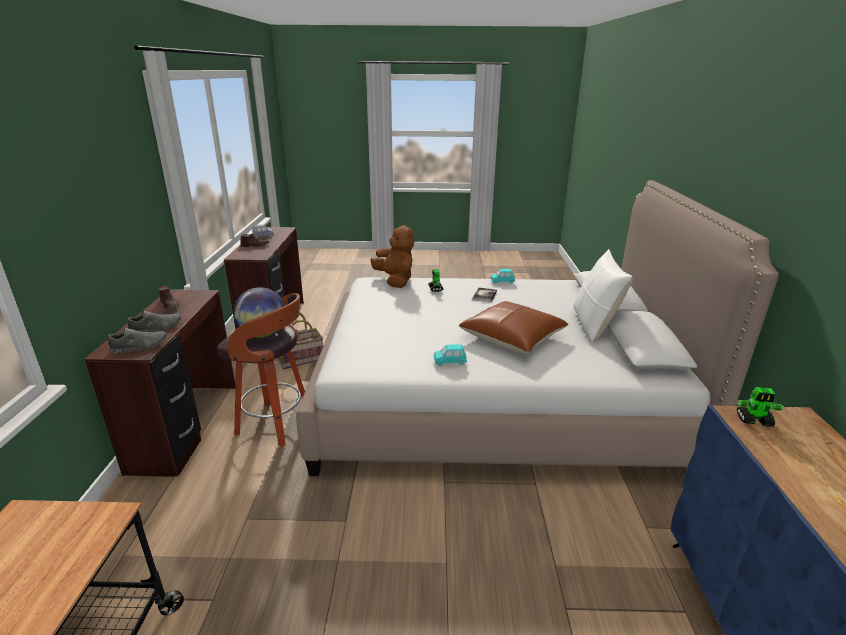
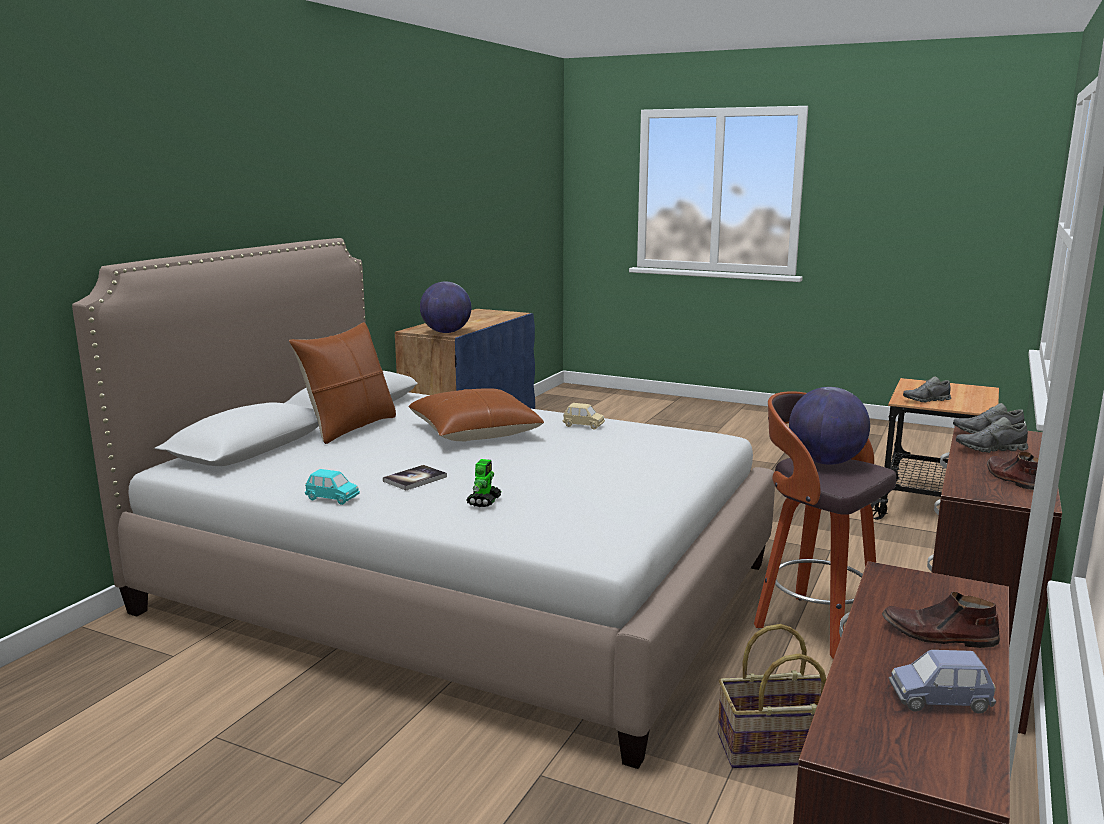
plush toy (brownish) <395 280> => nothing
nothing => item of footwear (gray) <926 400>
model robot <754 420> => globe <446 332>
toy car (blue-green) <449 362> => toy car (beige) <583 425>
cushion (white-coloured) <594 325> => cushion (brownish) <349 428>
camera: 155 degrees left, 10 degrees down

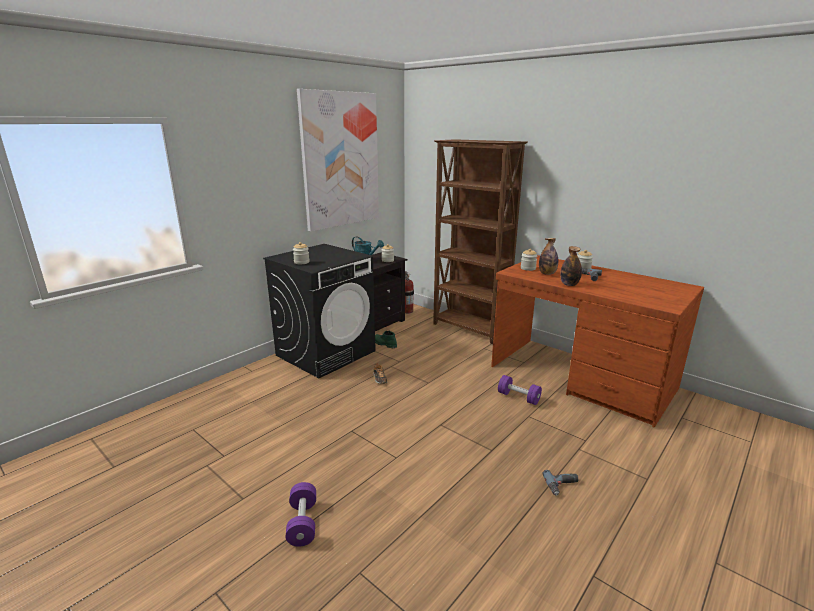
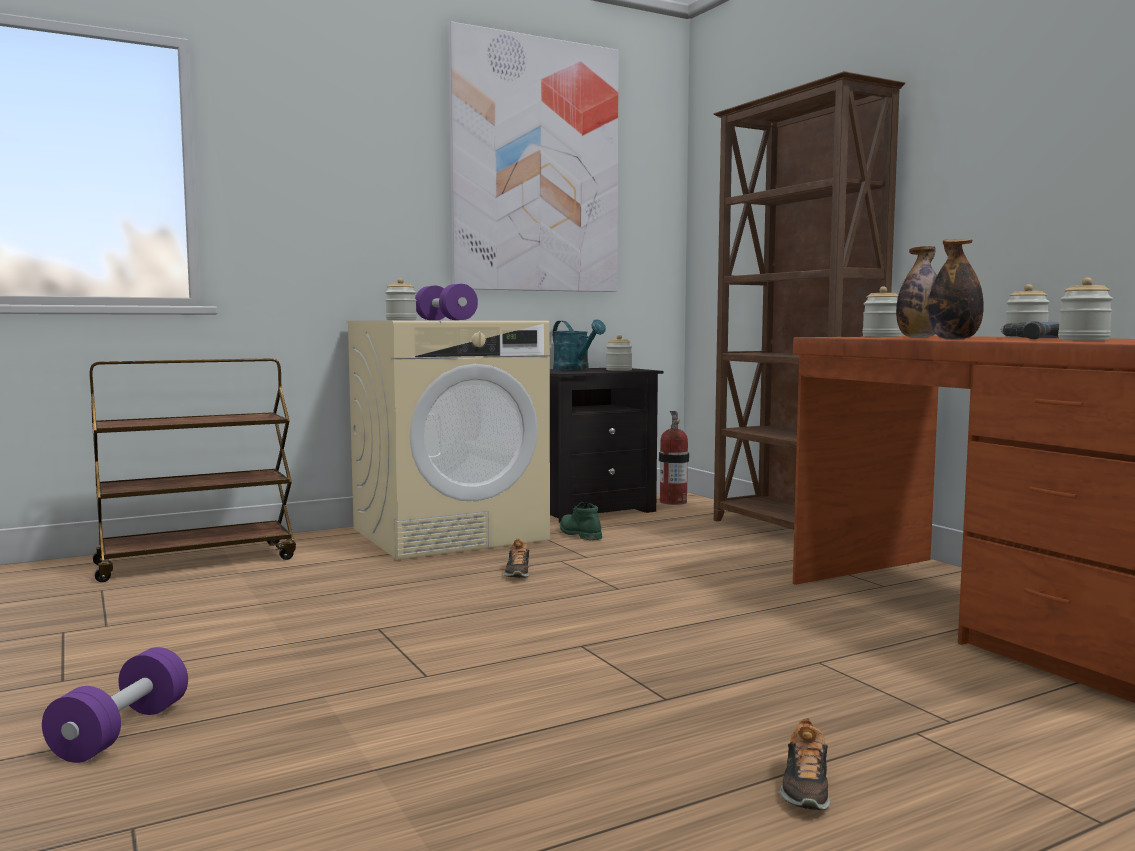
nothing => trolley (brownish) <198 561>
nothing => storage jar <1083 340>
free weight (purplish) <518 397> => free weight (purplish) <445 320>, relocated
electric drill <562 486> => item of footwear <805 788>
washing machine (black-coloured) <326 353> => washing machine (beige) <449 534>
camera: 20 degrees right, 15 degrees down

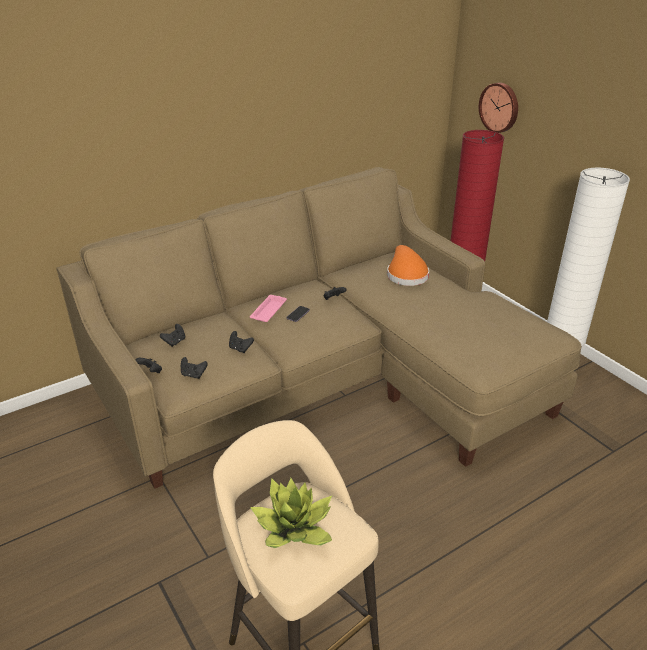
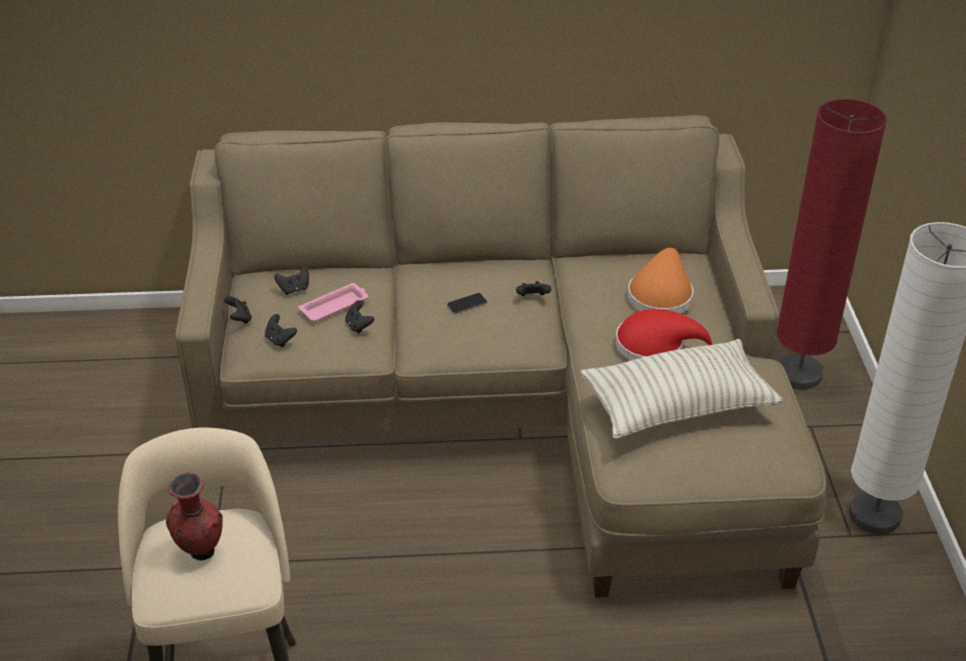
wall clock <500 107> => nothing
nothing => cushion <677 406>
nothing => hat (red) <656 346>
carrying tray (pinkish) <269 310> => carrying tray (pinkish) <335 306>, relocated
plant in a pot <294 527> => vase (red) <200 553>
camera: 30 degrees right, 5 degrees up

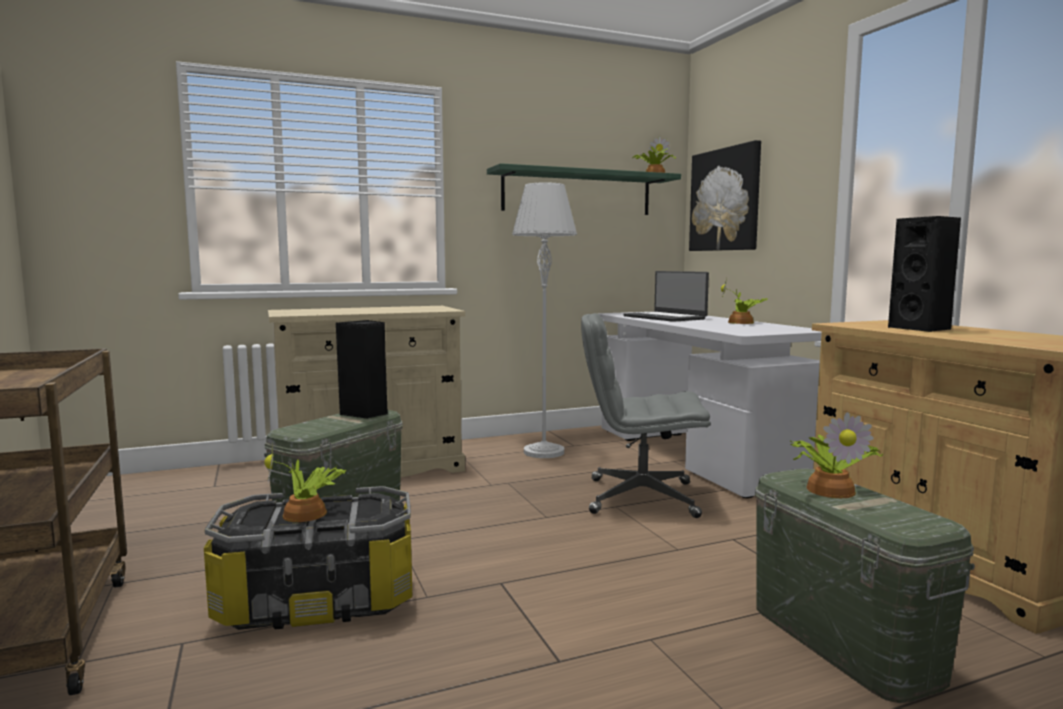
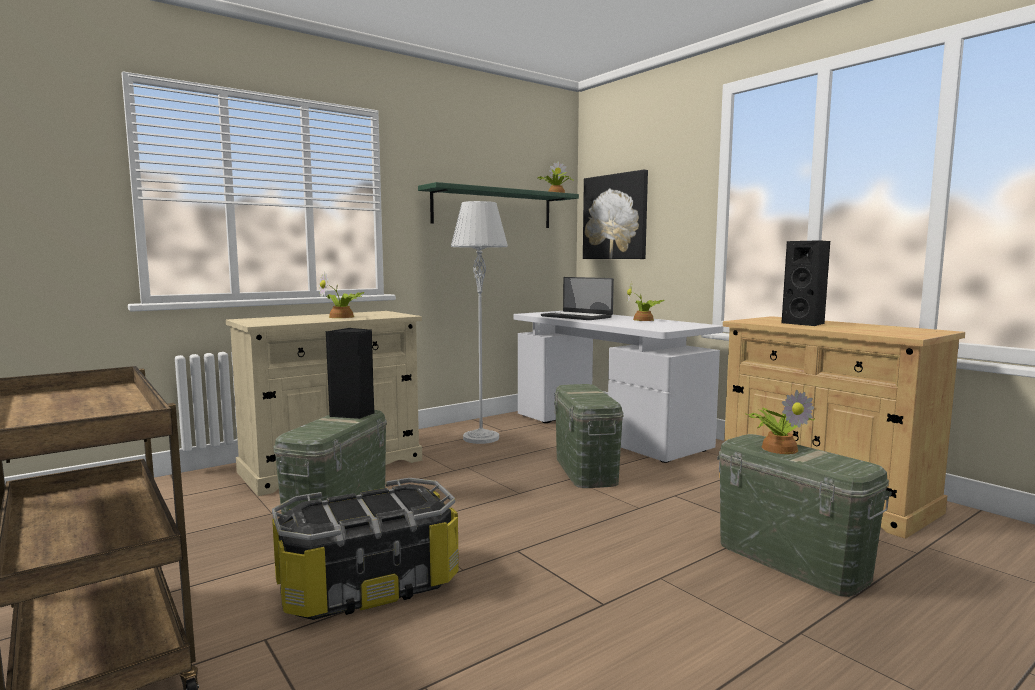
plant in a pot <307 514> => plant in a pot <343 317>, relocated
computer chair (gray) <640 498> => storage box (green-coloured) <585 470>
camera: 15 degrees left, 0 degrees up

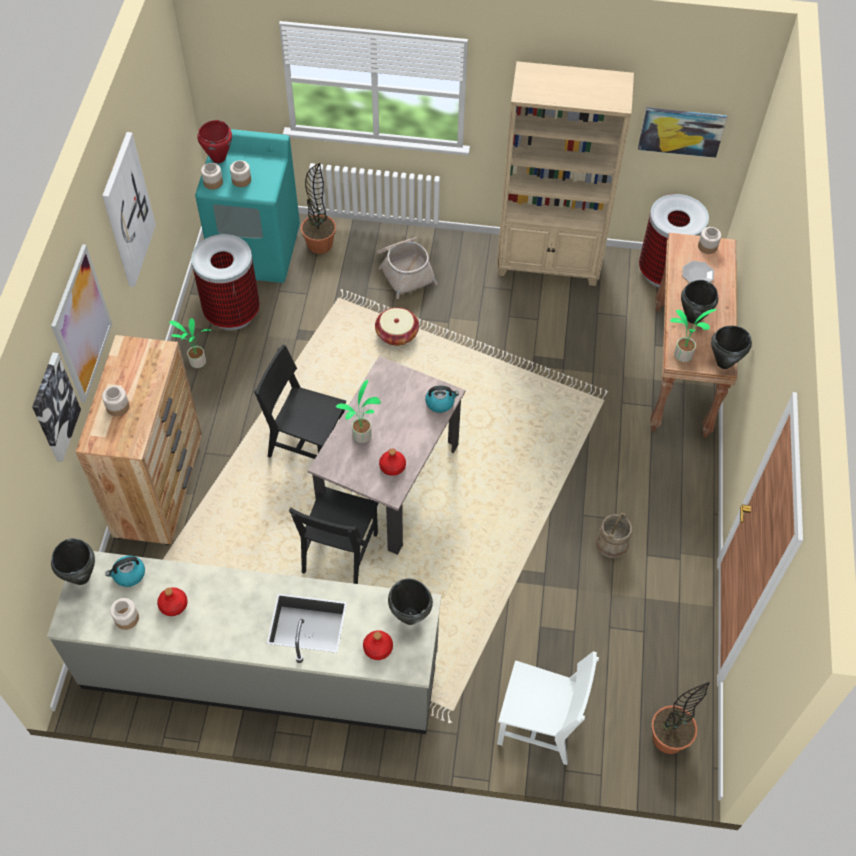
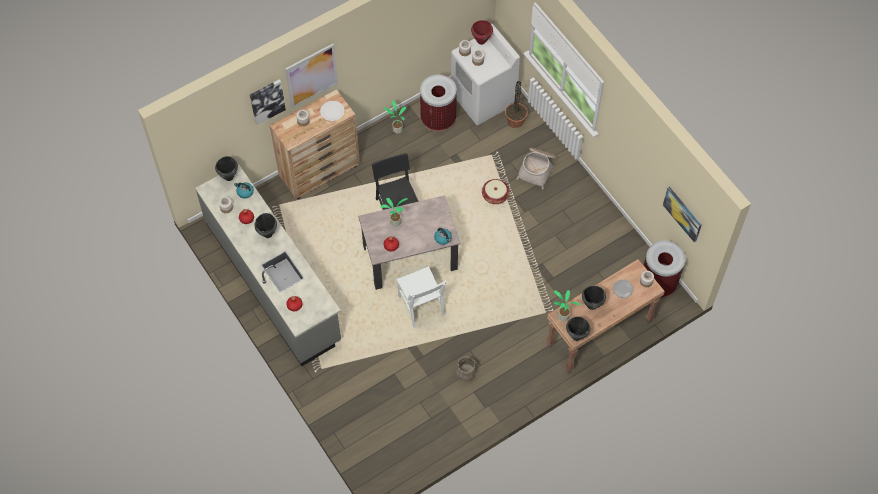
wall art <127 210> => nothing
upright chair (black-coloured) <340 553> => nothing
bookcase (beige) <549 263> => nothing
plant in a pot <668 738> => nothing
nothing => dinner plate (white-coloured) <332 111>
saucepot (black-coloured) <410 616> => saucepot (black-coloured) <268 234>, relocated
upright chair (white-coloured) <539 726> => upright chair (white-coloured) <421 306>, relocated
washing machine (blue-green) <257 251> => washing machine (white-coloured) <483 99>
camera: 50 degrees right, 5 degrees up

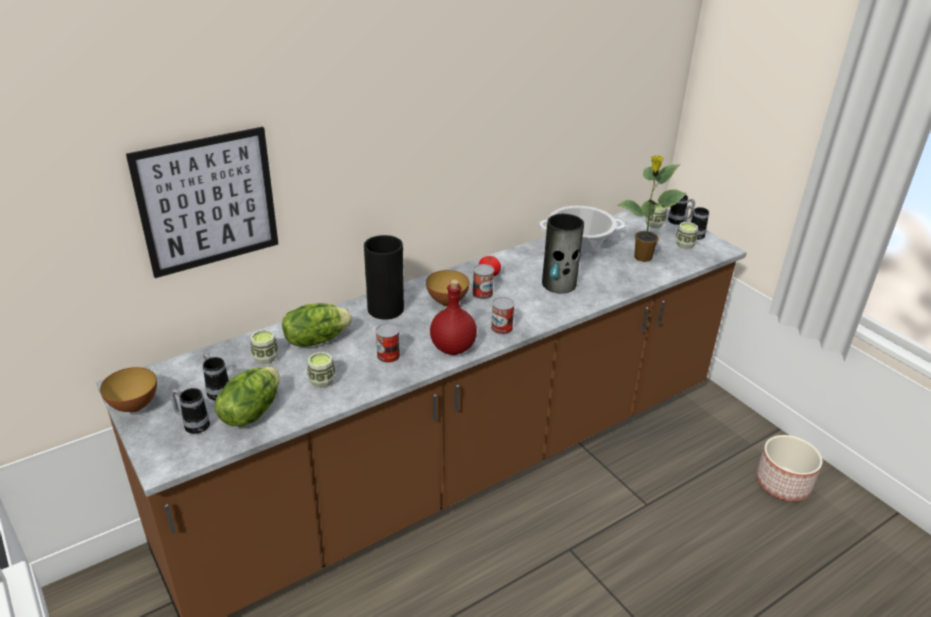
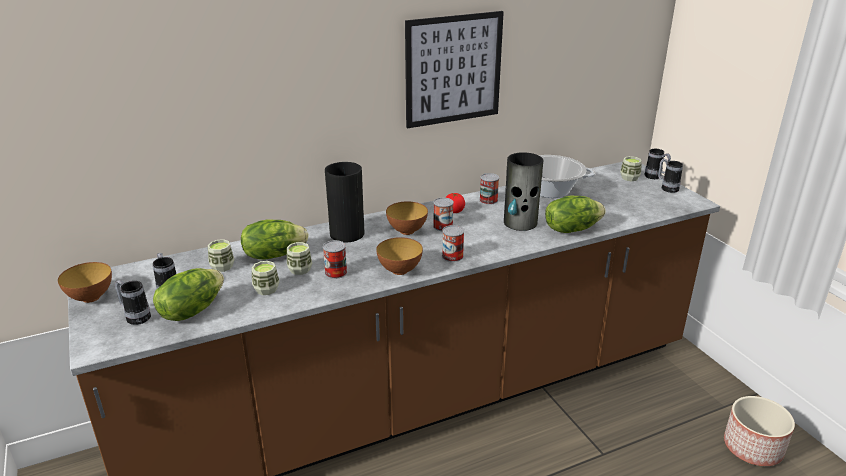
plant in a pot <642 257> => nothing
nothing => sealed can <488 200>
nothing => lettuce head <571 229>
wall art <207 202> => wall art <453 69>, relocated
drinking cup <684 245> => drinking cup <300 269>, relocated
beverage bottle (red) <453 348> => serving bowl <400 270>
camera: 10 degrees right, 5 degrees down

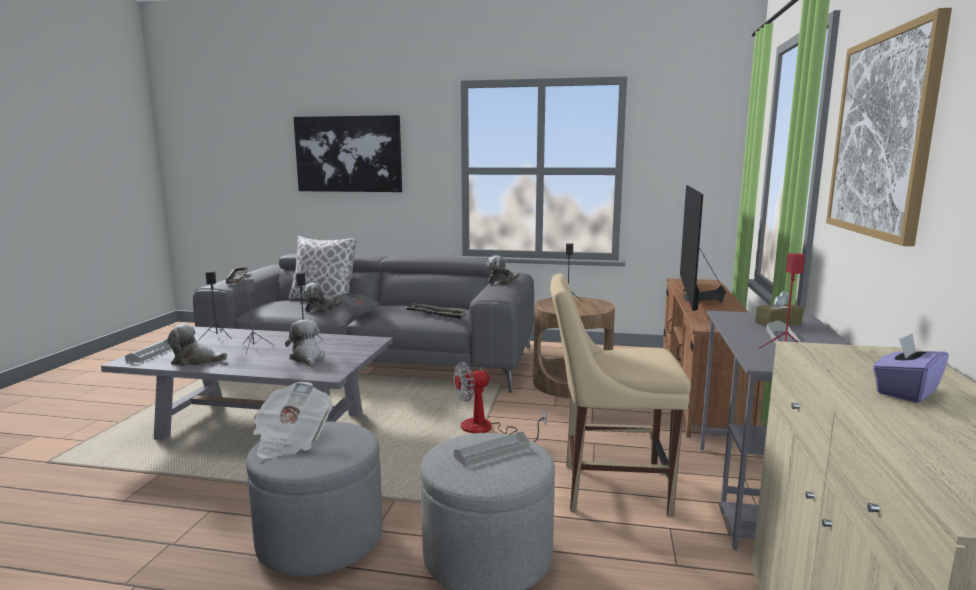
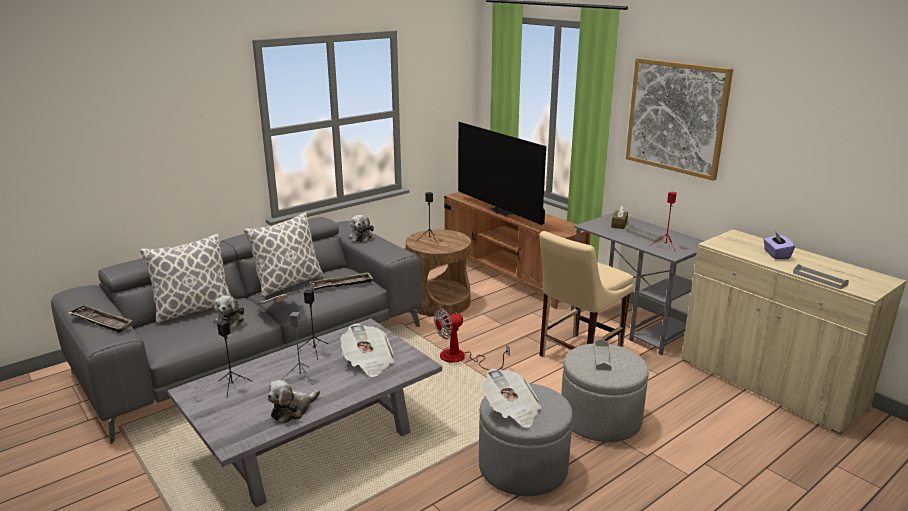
wall art <348 154> => nothing
nothing => cushion <288 284>
carrying tray (gray) <152 353> => carrying tray (gray) <819 279>, relocated
plush toy <307 358> => newspaper <368 362>
electric fan <486 430> => electric fan <461 359>, 45 degrees clockwise
camera: 50 degrees left, 10 degrees up

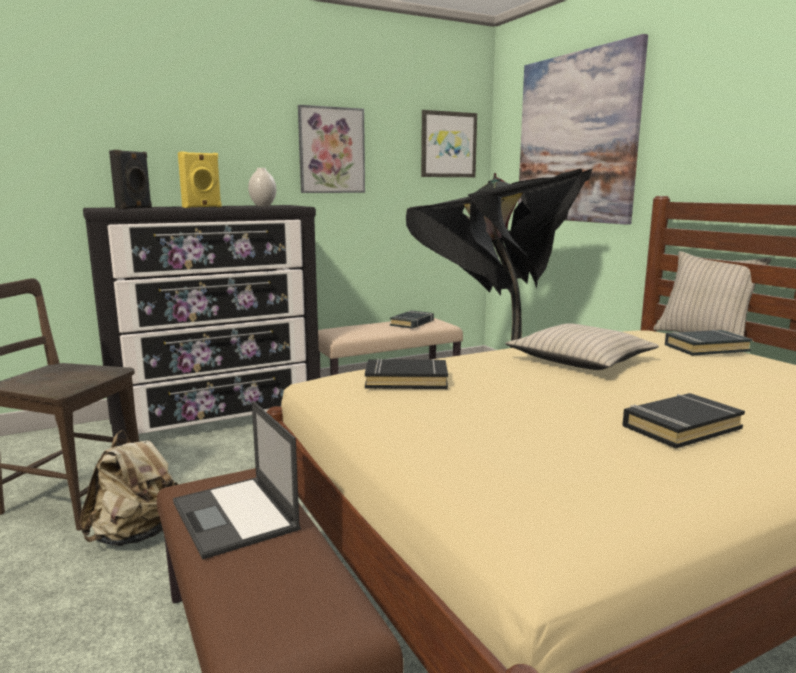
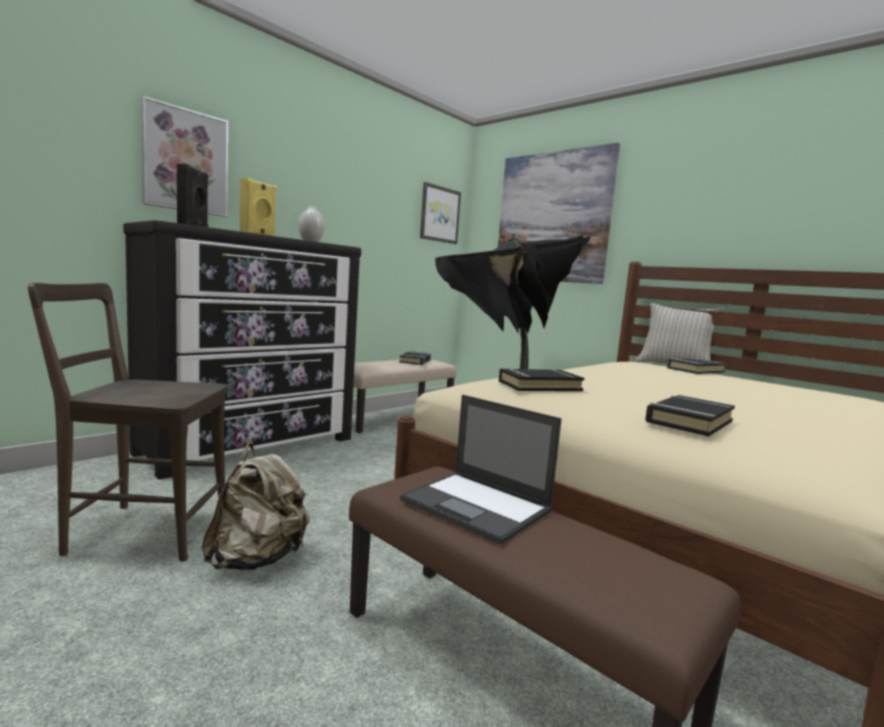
cushion (beige) <580 361> => nothing
wall art <331 150> => wall art <185 161>, relocated
book (black-coloured) <680 427> => book (black-coloured) <688 422>, relocated
camera: 20 degrees left, 5 degrees down

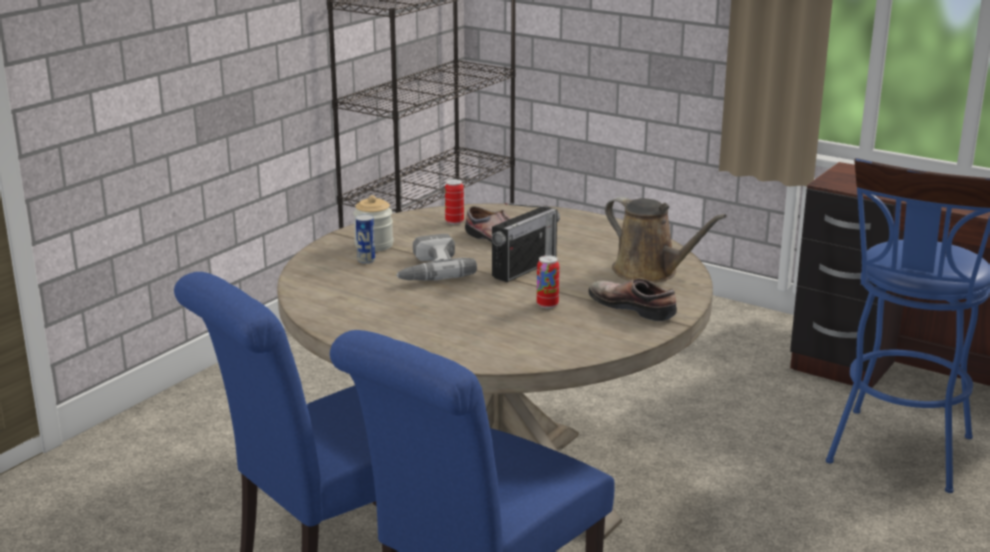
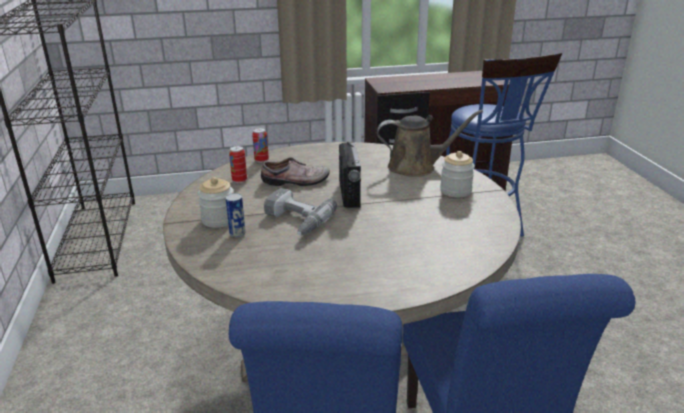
sealed can <547 305> => sealed can <261 160>, relocated
item of footwear <634 307> => storage jar <455 191>
camera: 45 degrees left, 5 degrees up

